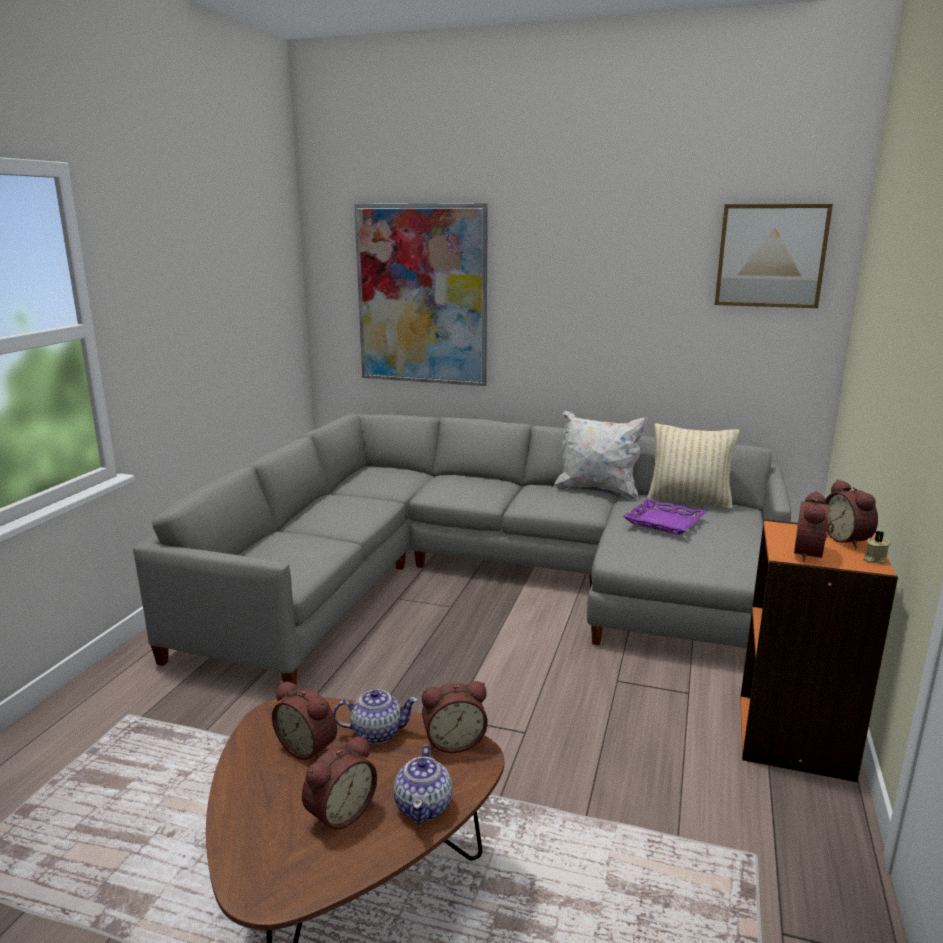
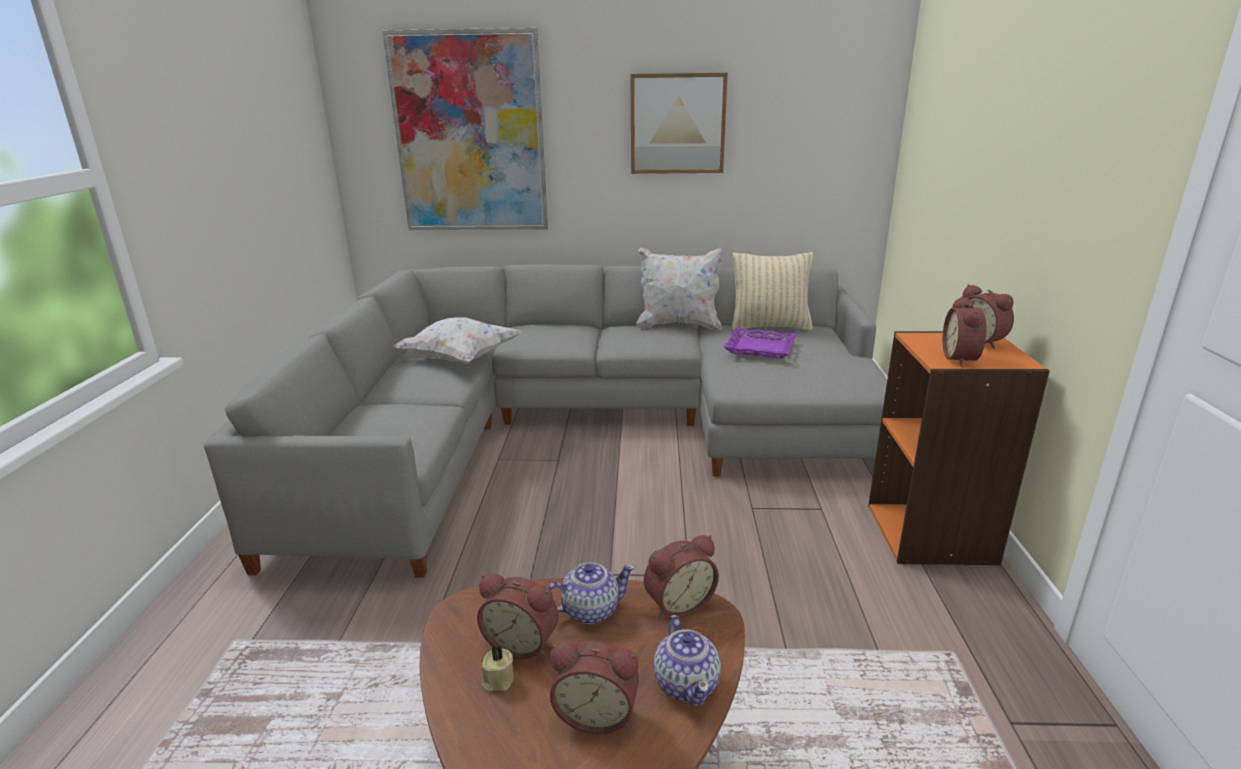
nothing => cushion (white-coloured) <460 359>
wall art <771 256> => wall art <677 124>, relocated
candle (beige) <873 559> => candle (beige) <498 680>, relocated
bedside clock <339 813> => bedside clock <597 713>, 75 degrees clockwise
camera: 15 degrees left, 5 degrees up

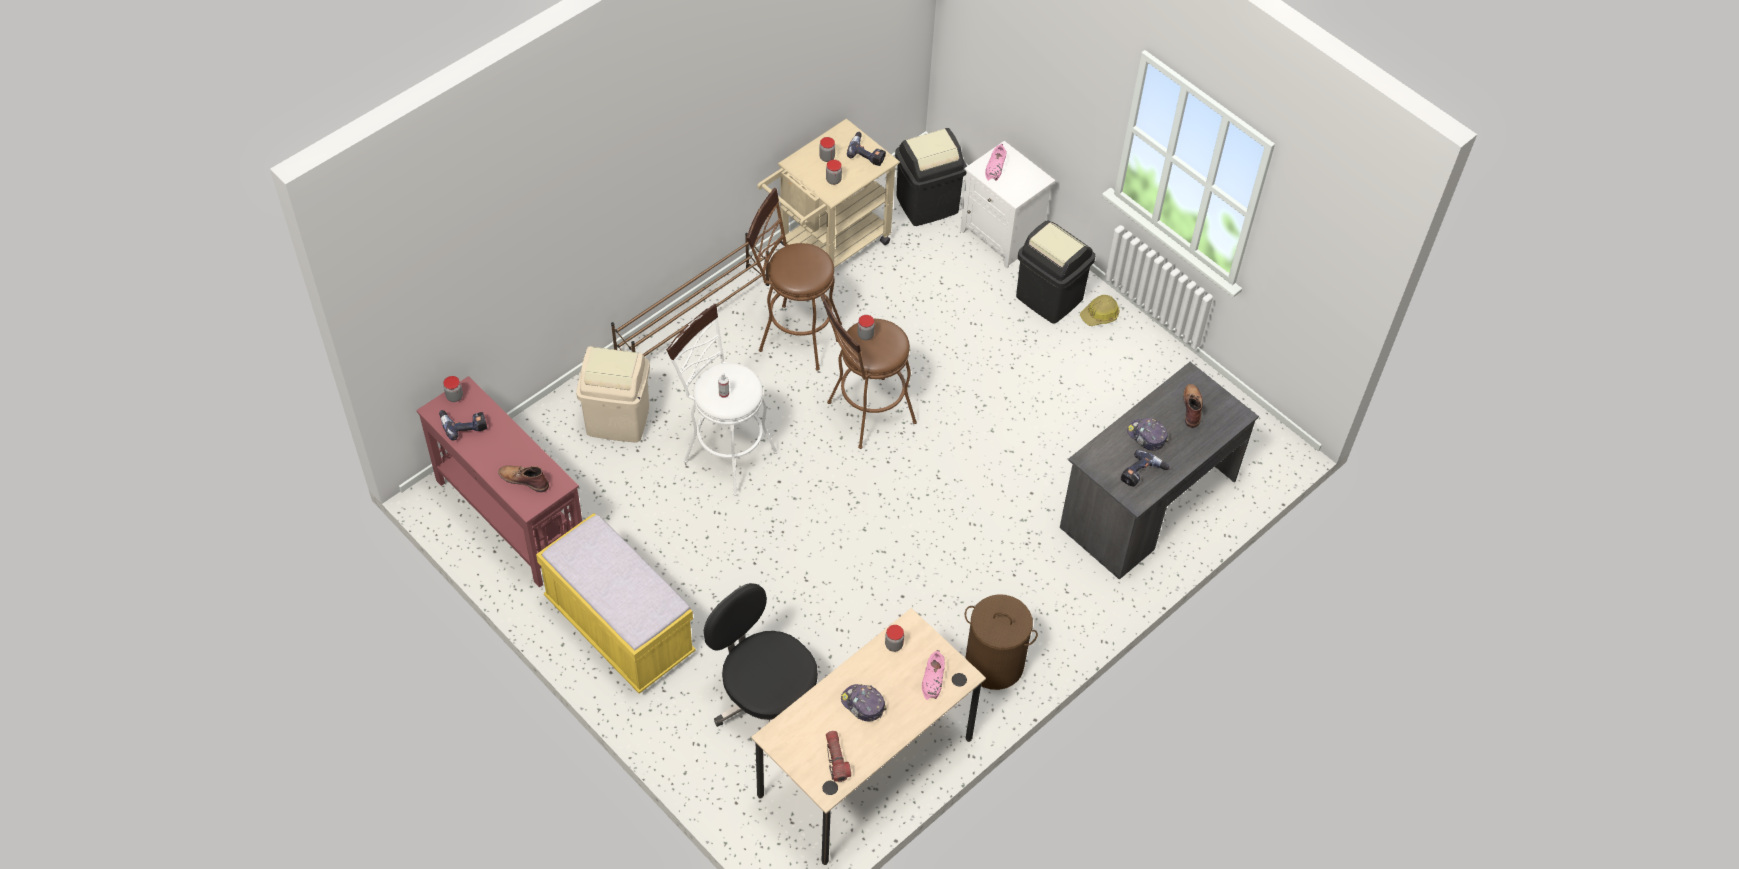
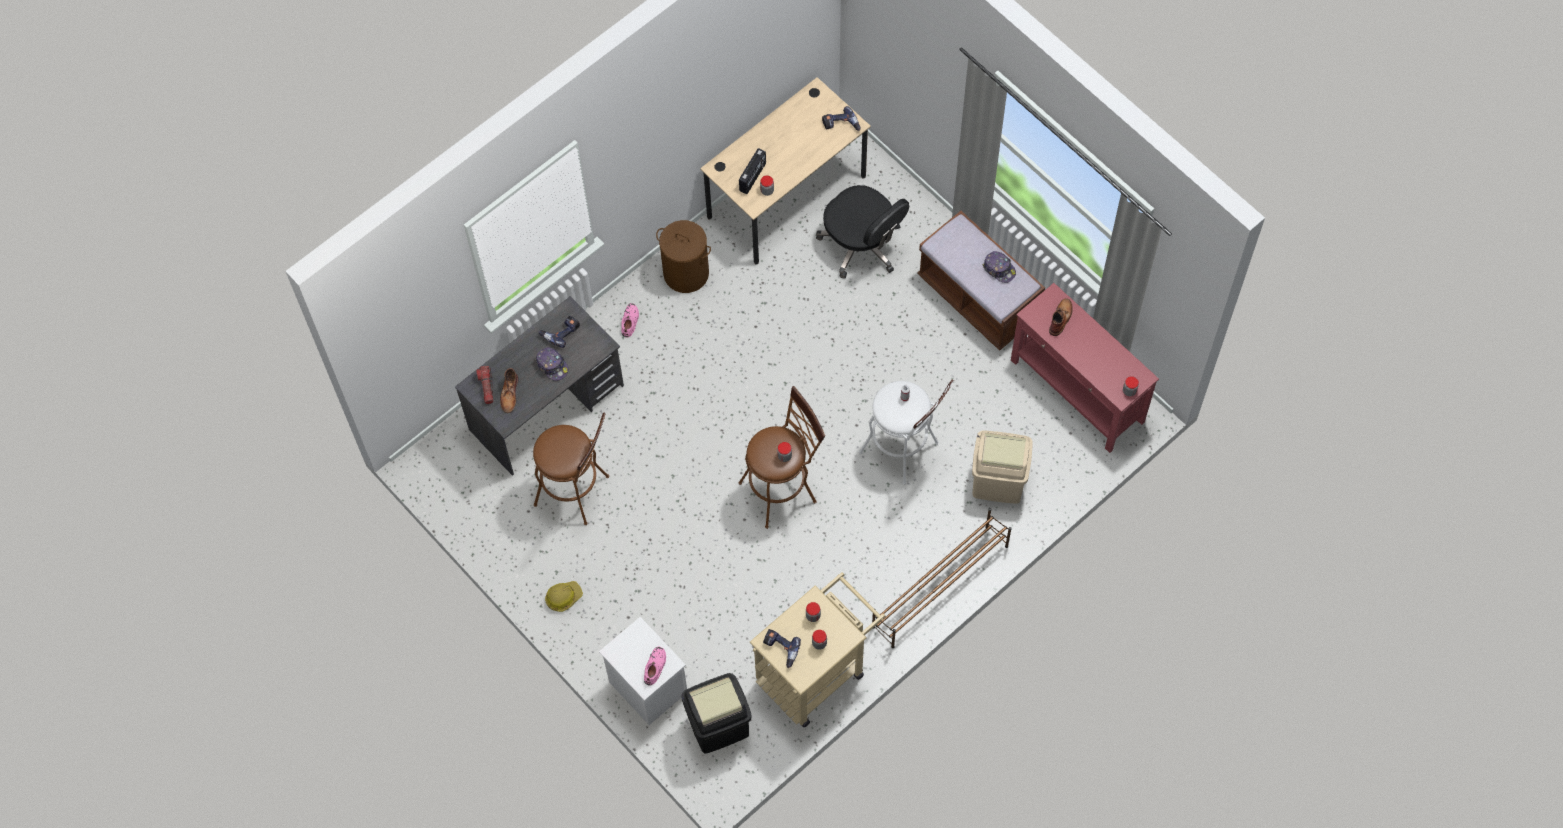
rubbish bin (black-coloured) <1048 298> => nothing
nothing => radio set <753 177>
electric drill <464 424> => electric drill <841 125>, relocated
sitting stool (brownish) <793 335> => sitting stool (brownish) <578 493>, relocated
flashlight <836 759> => flashlight <486 387>, relocated
cap <863 704> => cap <999 269>, relocated
item of footwear (pinkish) <933 678> => item of footwear (pinkish) <629 321>, relocated
bench (yellowish) <619 628> => bench (brownish) <978 298>
boot (brownish) <523 479> => boot (brownish) <1061 318>, 90 degrees counterclockwise
camera: 175 degrees left, 10 degrees up

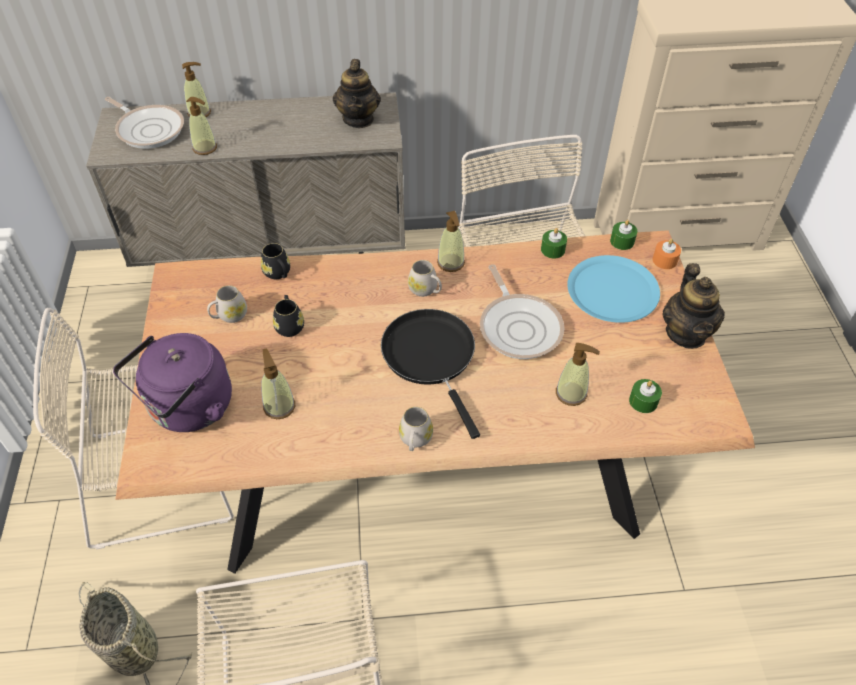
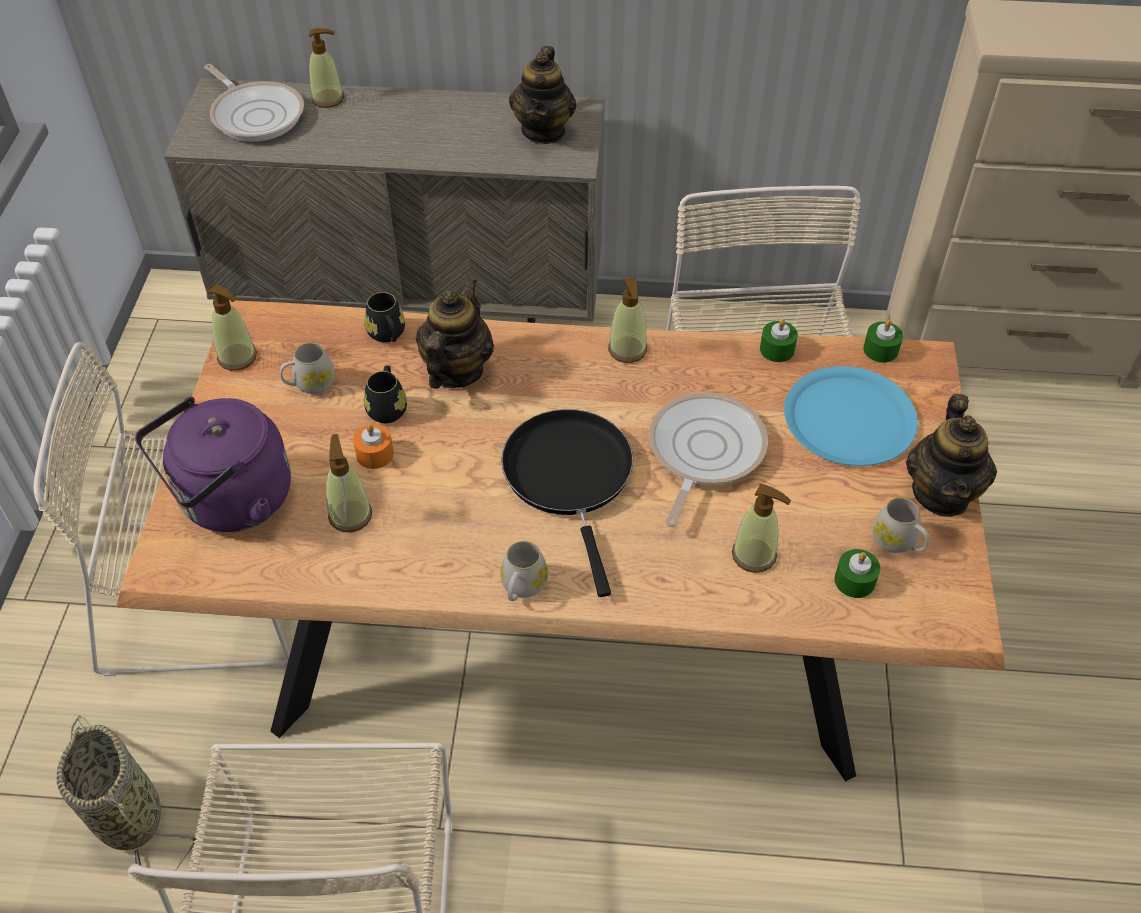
nothing => teapot <456 371>
soap dispenser <205 148> => soap dispenser <237 357>, relocated
mug (white-coloured) <426 290> => mug (white-coloured) <898 542>, relocated
candle (orange-coloured) <664 260> => candle (orange-coloured) <375 454>, relocated
frying pan <519 327> => frying pan <703 452>, 150 degrees counterclockwise
camera: 10 degrees right, 0 degrees up

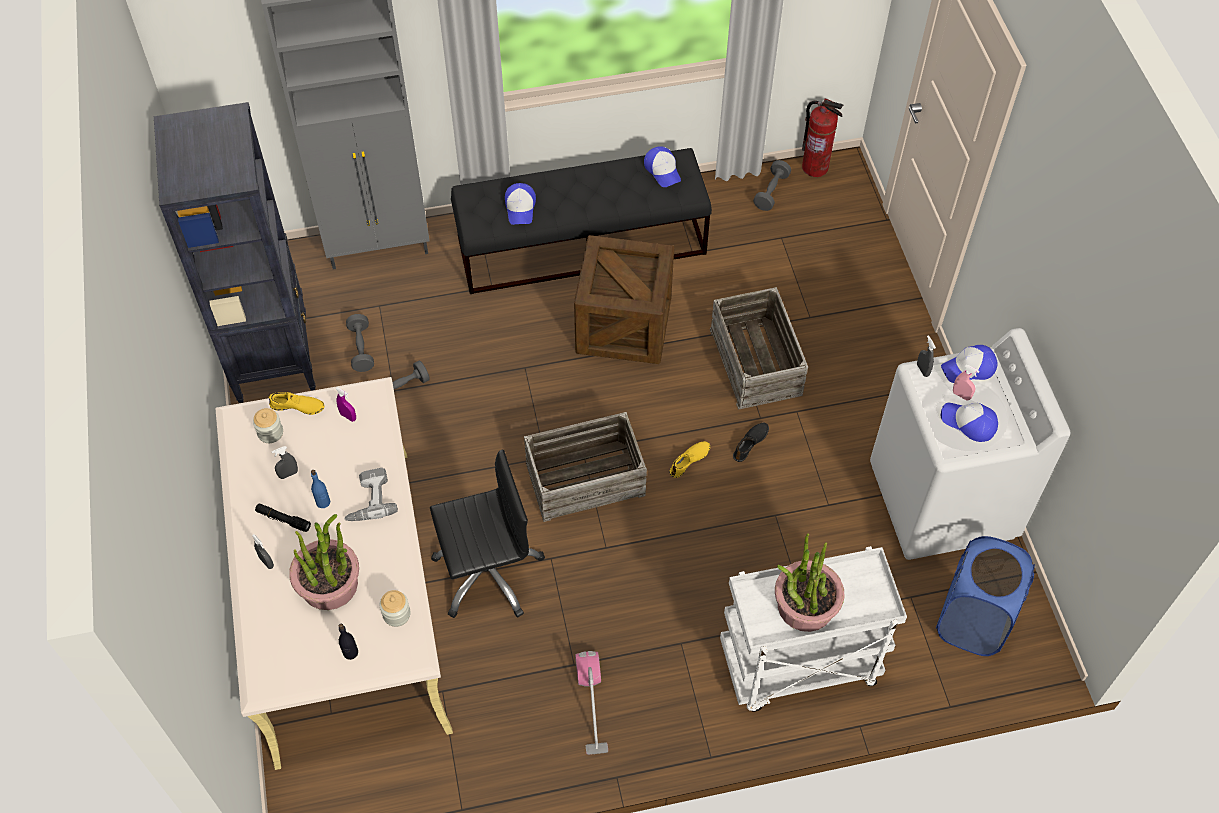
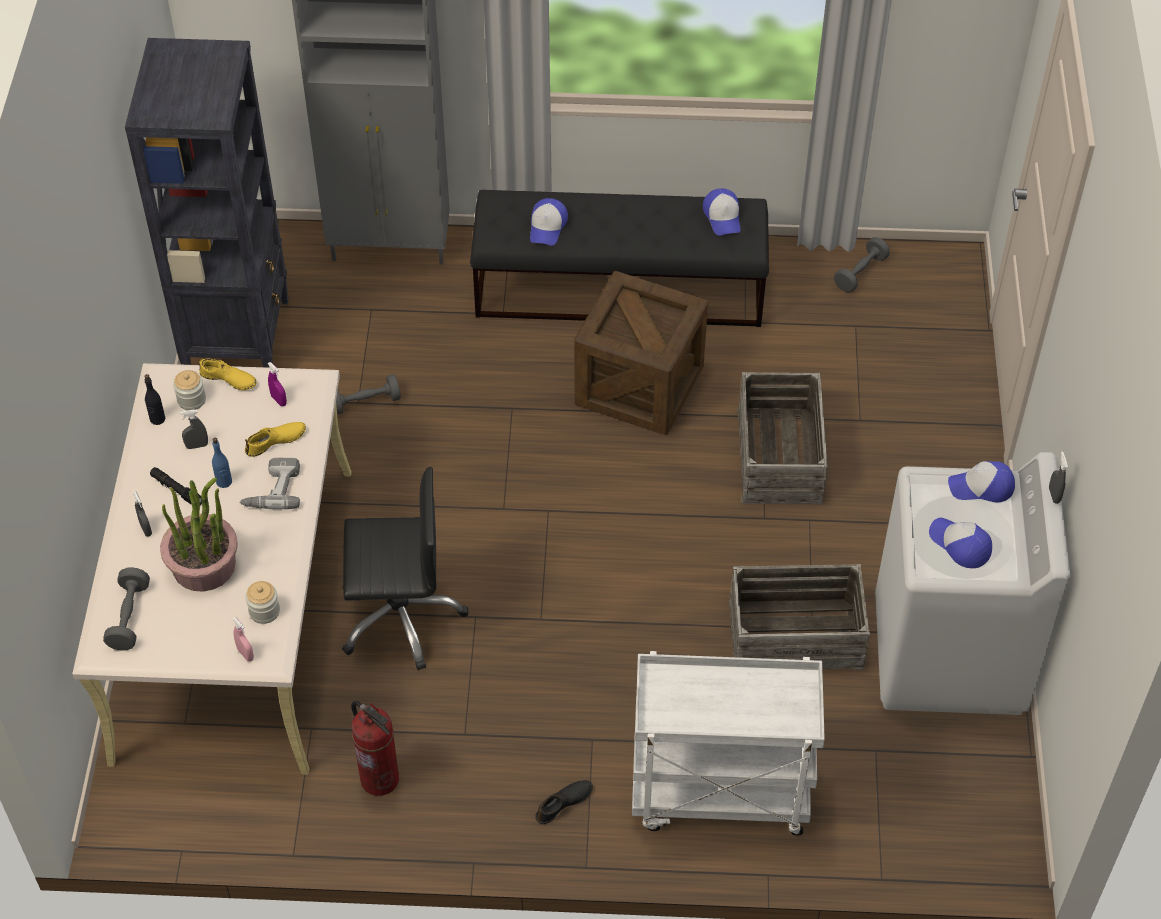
vacuum <591 704> => nothing
plant in a pot <805 605> => nothing
laundry basket (blue-coloured) <972 621> => nothing
beverage bottle (black-coloured) <350 653> => beverage bottle (black-coloured) <157 419>, relocated
free weight (gray) <361 349> => free weight (gray) <129 617>, relocated
packing crate <585 480> => packing crate <795 636>, relocated
item of footwear (yellowish) <689 461> => item of footwear (yellowish) <276 442>, relocated
item of footwear (black-coloured) <750 444> => item of footwear (black-coloured) <564 804>, relocated
fire extinguisher <815 167> => fire extinguisher <379 779>, relocated
sprayer (gray) <922 370> => sprayer (gray) <1054 495>, relocated
sprayer (pinkish) <961 395> => sprayer (pinkish) <245 654>, relocated
camera: 15 degrees right, 5 degrees down

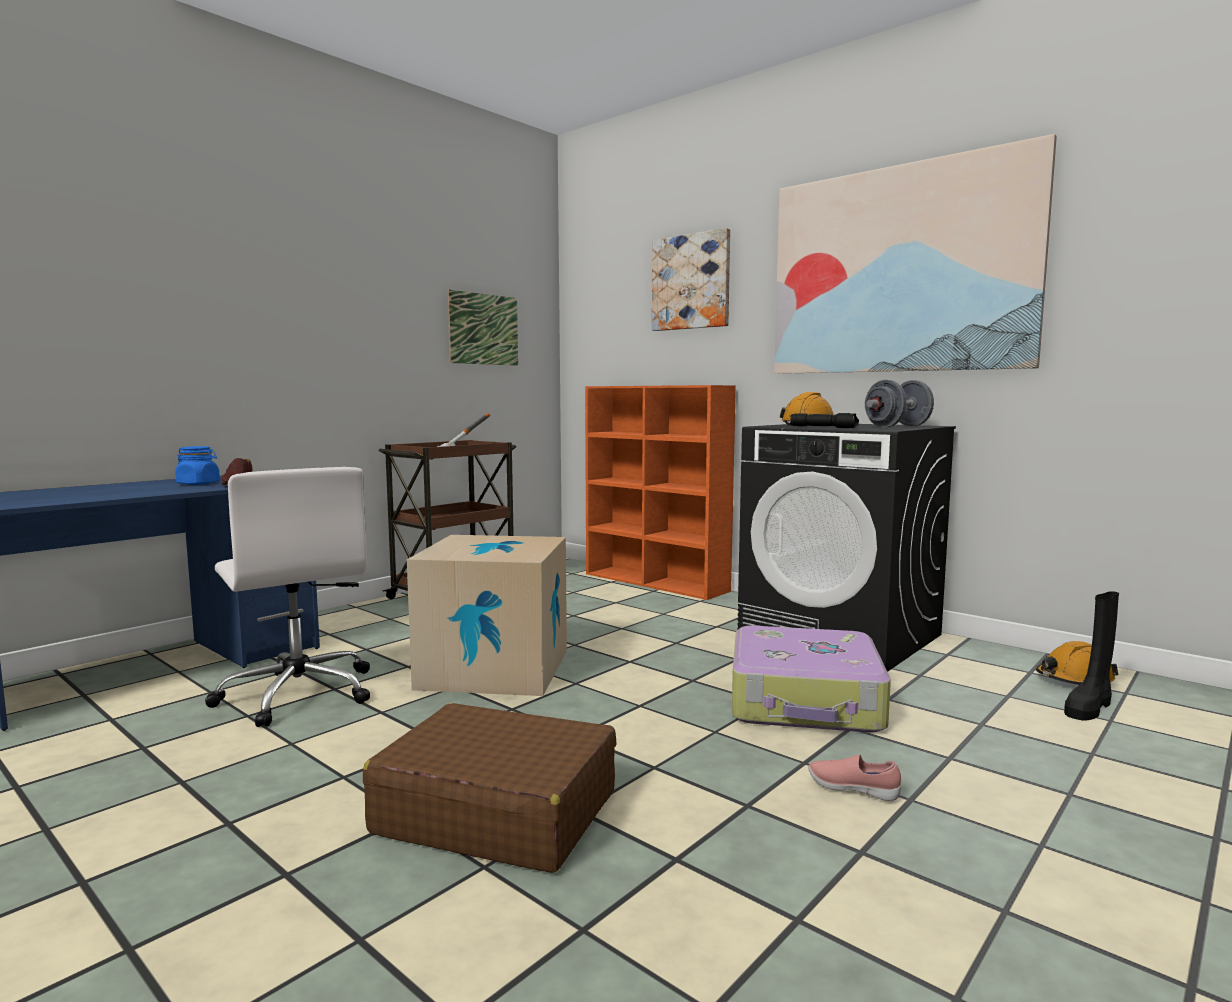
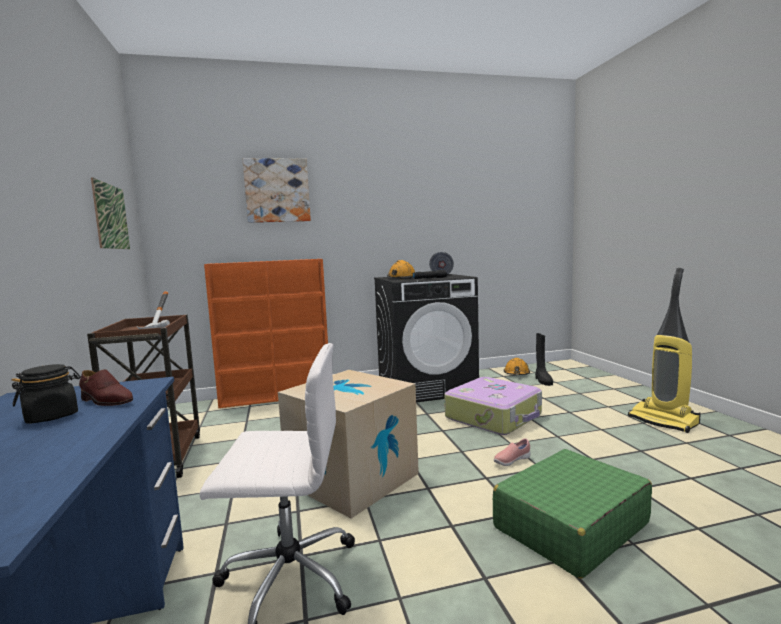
wall art <899 270> => nothing
nothing => vacuum <664 421>
item of footwear (pinkish) <853 789> => item of footwear (pinkish) <511 461>, relocated
storage jar (blue-coloured) <198 483> => storage jar (black-coloured) <51 416>
travel case (brownish) <496 812> => travel case (green-coloured) <570 525>
camera: 55 degrees left, 0 degrees up

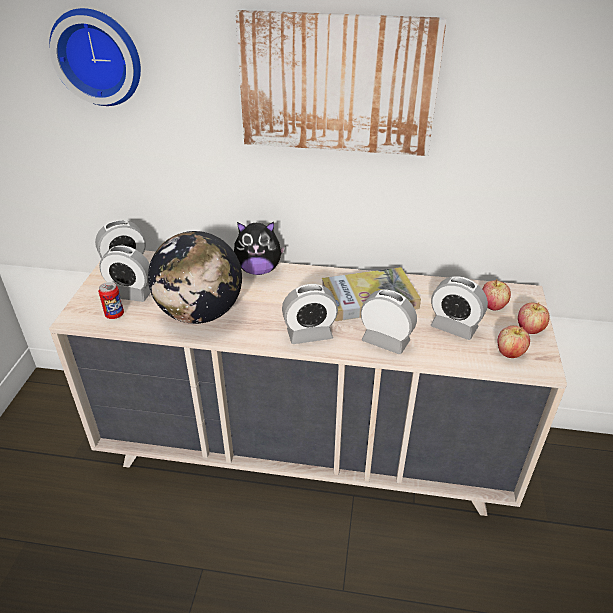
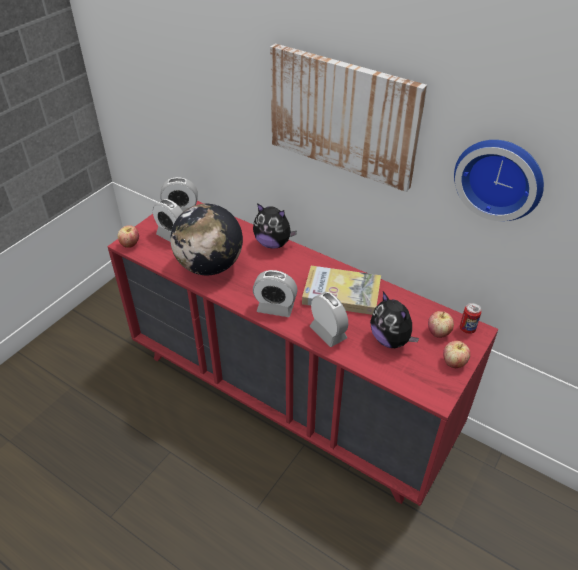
wall clock <99 56> => wall clock <500 177>, relocated
sealed can <114 315> => sealed can <467 329>, relocated
apple <510 353> => apple <130 244>, relocated
bedside clock <454 327> => plush toy <391 340>
drawer chest (beige) <307 449> => drawer chest (red) <289 395>
camera: 25 degrees right, 5 degrees up

